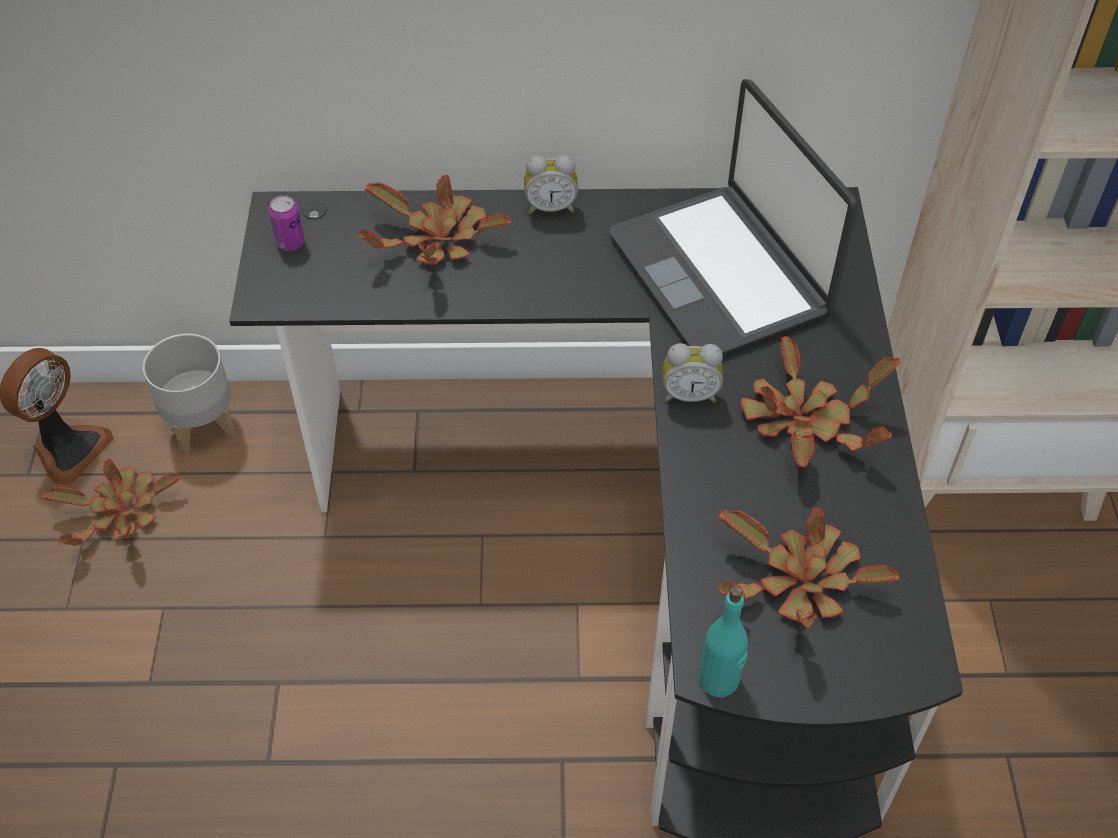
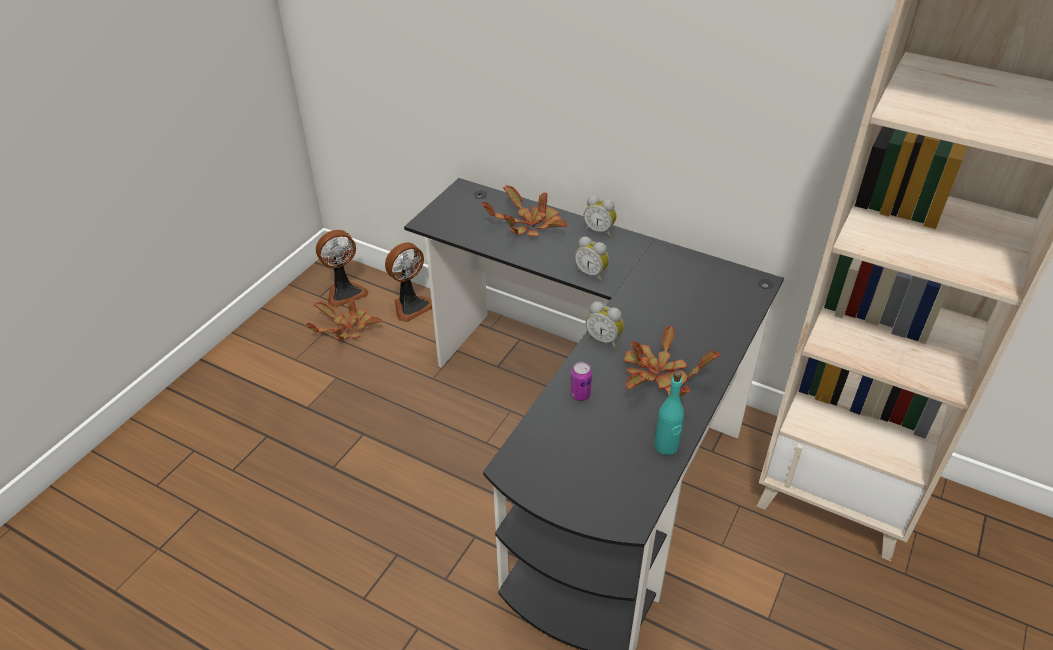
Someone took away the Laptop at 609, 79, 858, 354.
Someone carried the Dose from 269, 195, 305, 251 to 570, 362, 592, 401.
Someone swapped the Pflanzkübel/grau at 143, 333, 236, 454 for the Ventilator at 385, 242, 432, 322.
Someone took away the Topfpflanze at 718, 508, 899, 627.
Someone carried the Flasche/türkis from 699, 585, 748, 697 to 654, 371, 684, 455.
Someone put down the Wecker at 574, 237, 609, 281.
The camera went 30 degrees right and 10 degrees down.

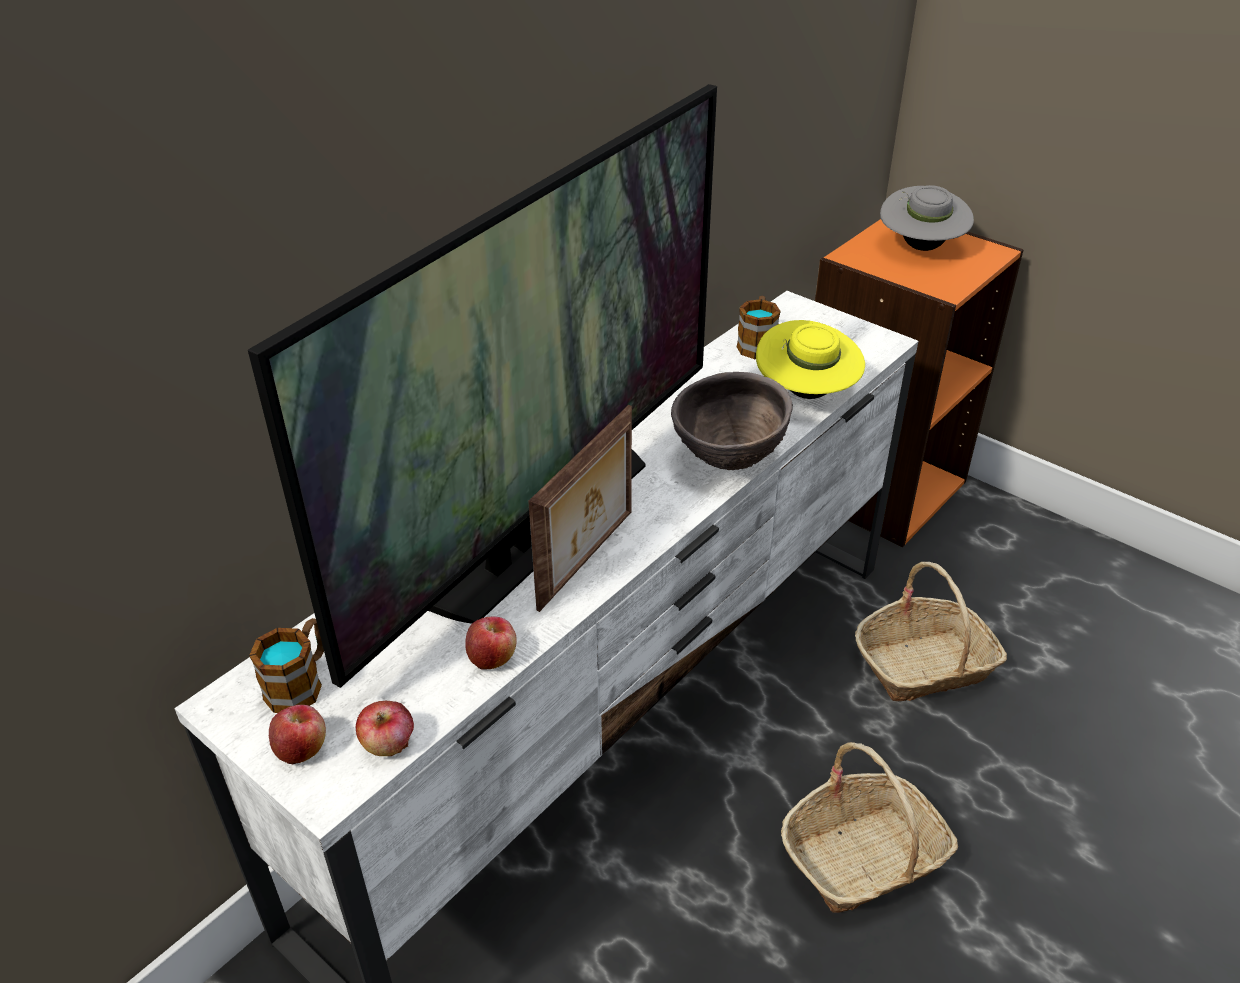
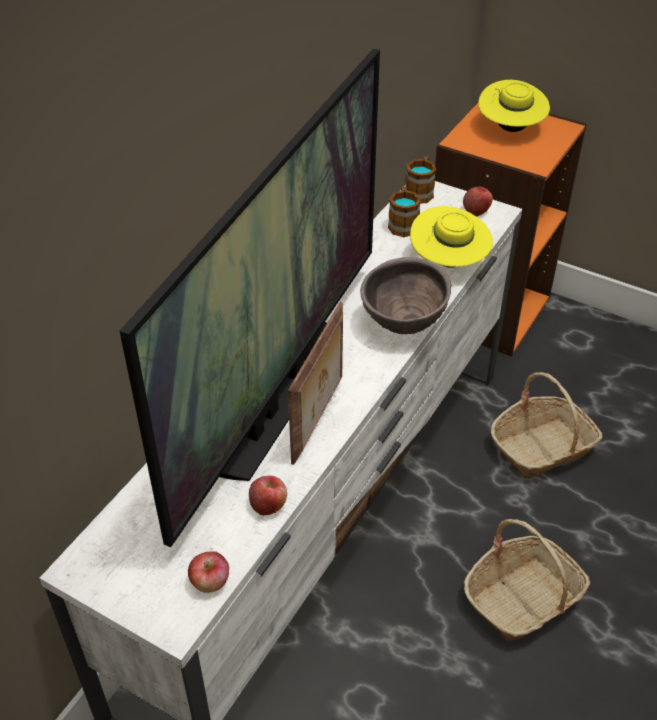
Someone repainted the Hut/grau at 880, 185, 974, 251, which became the Hut/gelb at 478, 80, 550, 132.
Someone carried the Henkelbecher from 249, 618, 324, 713 to 406, 156, 436, 204.
Someone carried the Apfel from 269, 705, 326, 764 to 463, 187, 493, 217.
The camera went 10 degrees left and 5 degrees up.

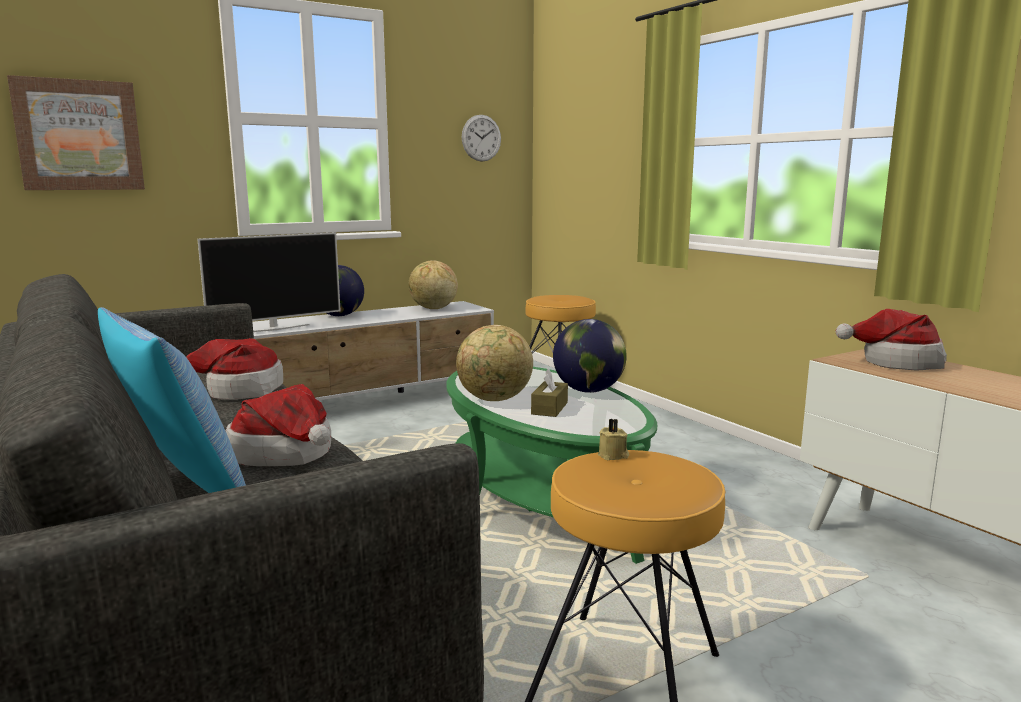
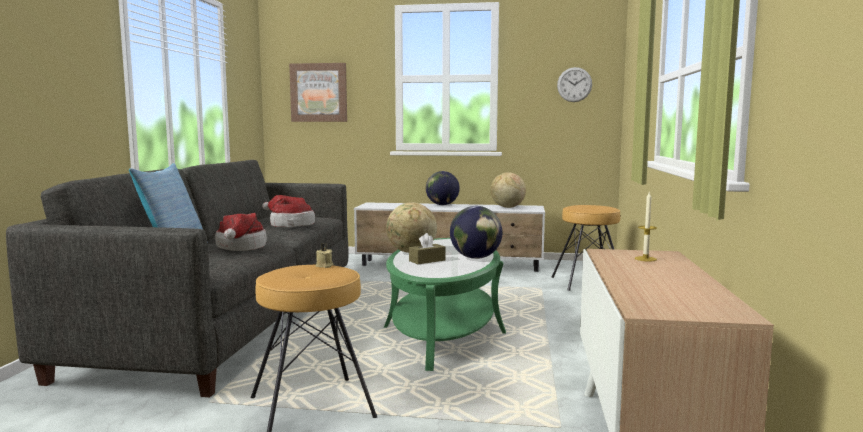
Someone took away the Fernseher at 197, 232, 341, 332.
Someone swapped the Hut at 836, 309, 947, 370 for the Kerze at 635, 191, 657, 262.
The camera went 40 degrees right and 5 degrees down.

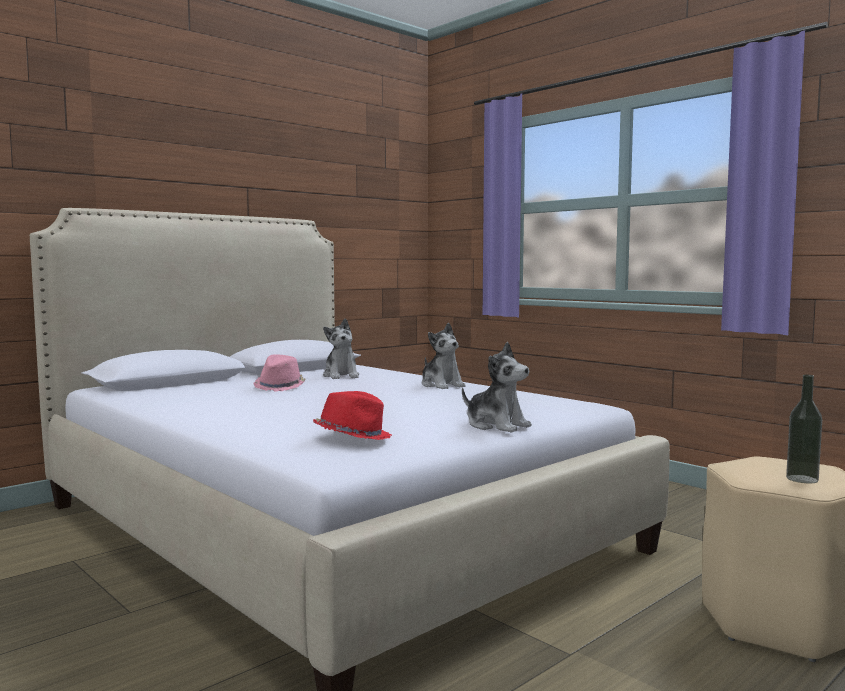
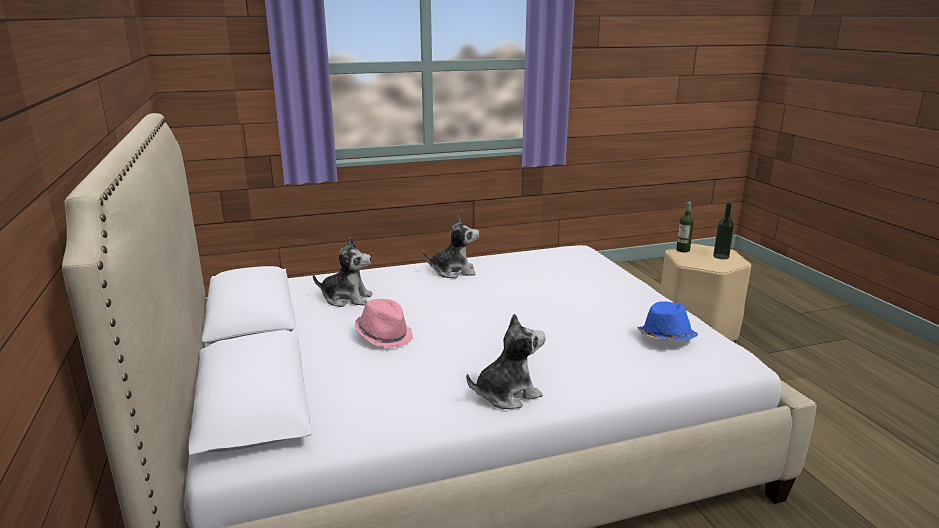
Someone carried the Plüschtier from 462, 342, 532, 433 to 467, 313, 545, 409.
Someone repainted the Hut/rot at 313, 391, 391, 440, which became the Hut/blau at 637, 301, 698, 341.
Someone put down the Flasche at 676, 202, 694, 252.
The camera went 65 degrees left and 15 degrees up.

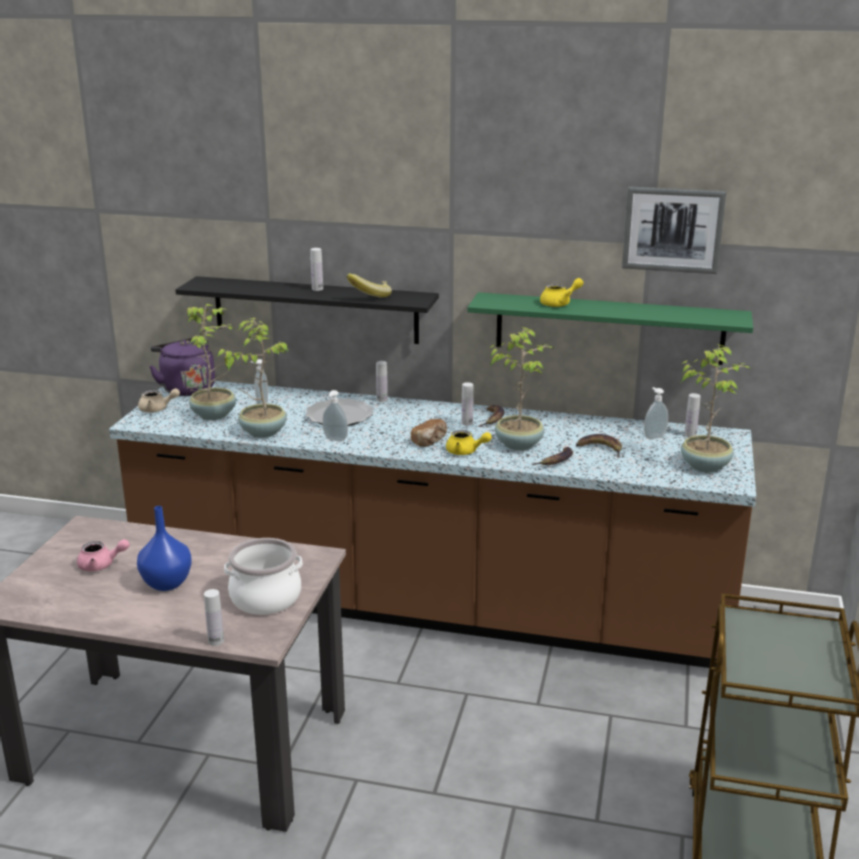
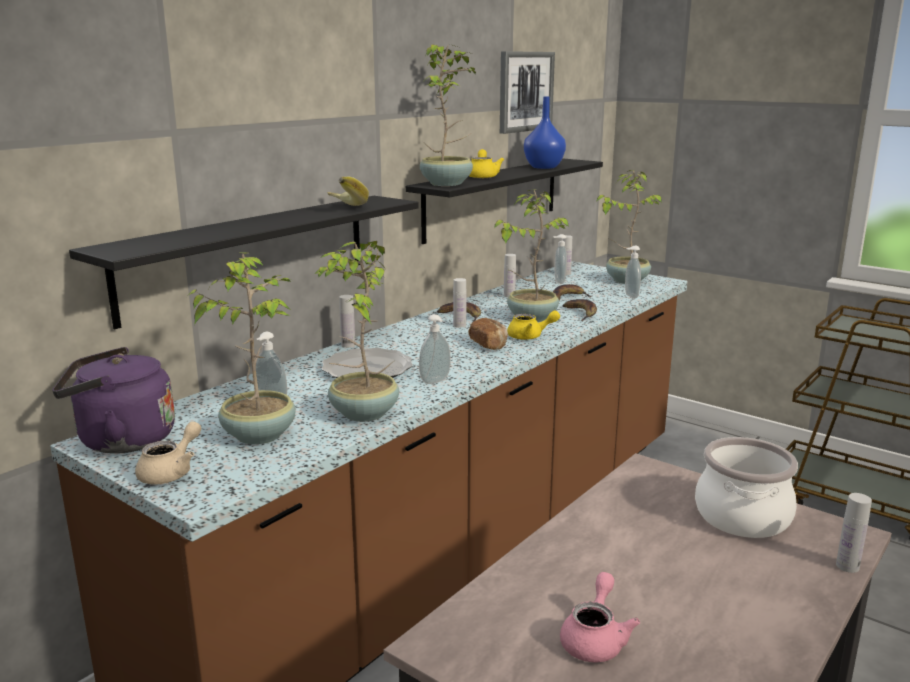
Someone carried the Flasche/weiß from 310, 248, 323, 291 to 504, 254, 516, 297.
Someone repainted the Wandregal/grün at 467, 292, 753, 365, which became the Wandregal/schwarz at 406, 159, 603, 244.
Someone rotated the Teekanne/gelb at 446, 430, 492, 455 by 45 degrees clockwise.
Someone carried the Vase/blau from 137, 506, 192, 591 to 524, 96, 566, 169.
Someone put down the Topfpflanze at 420, 44, 477, 186.
Someone put down the Seifenspender at 625, 246, 641, 298.
The camera went 65 degrees left and 5 degrees down.

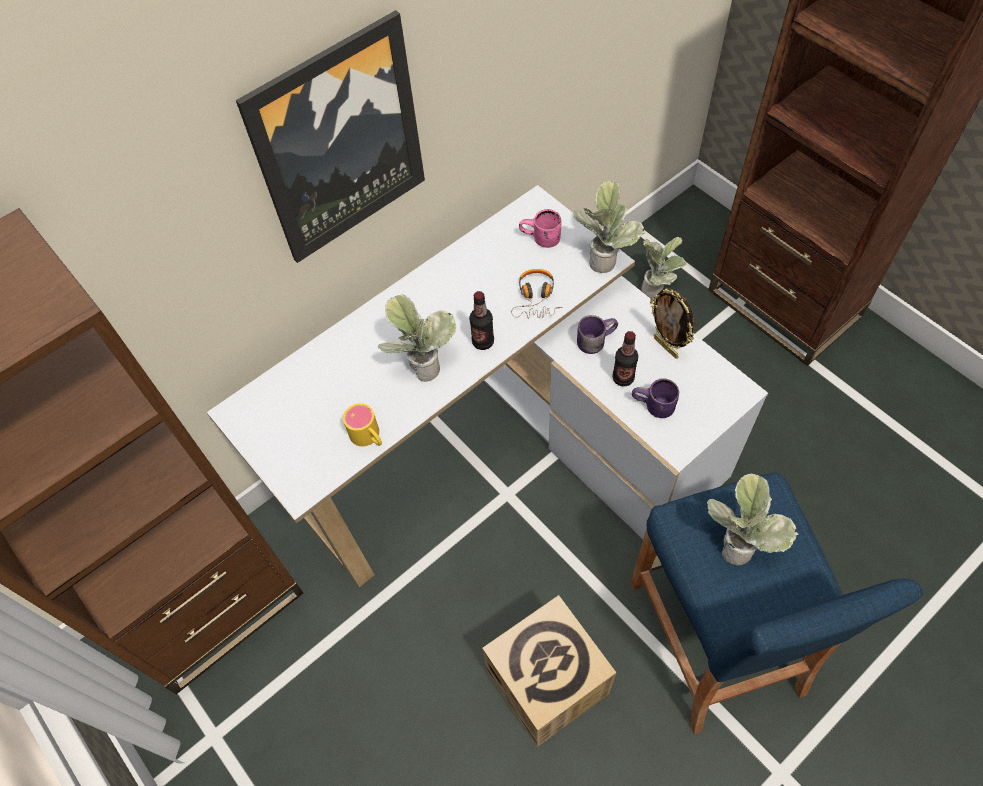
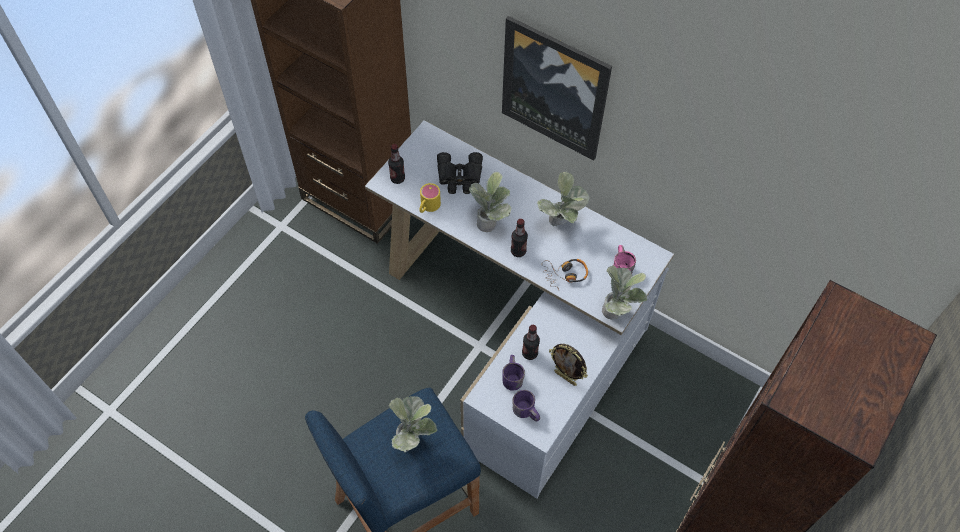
Someone carried the Topfpflanze from 641, 237, 687, 298 to 537, 172, 589, 226.
Someone rotated the Bilderrahmen at 650, 288, 694, 358 by 90 degrees counterclockwise.
Someone carried the Henkelbecher/lila from 577, 315, 618, 354 to 512, 390, 540, 422.
Someone took away the Karton at 482, 595, 616, 747.
Someone put down the Flasche at 388, 144, 405, 184.
Someone put down the Fernglas/schwarz at 437, 152, 483, 194.
The camera went 70 degrees right and 0 degrees up.

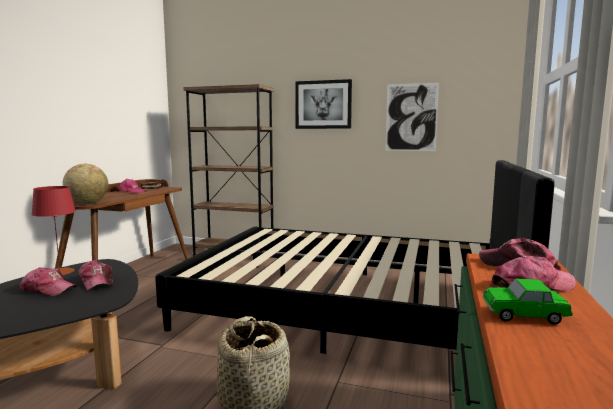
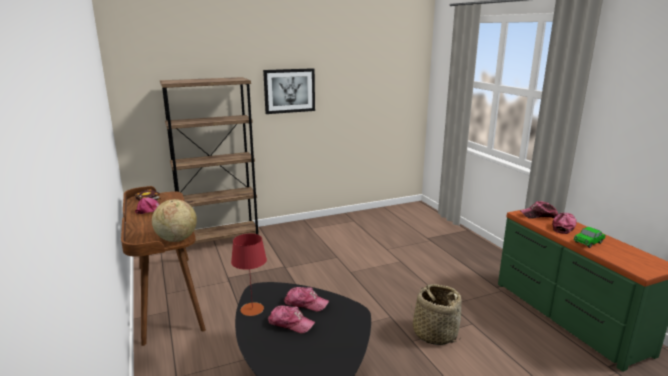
Someone took away the Bild at 385, 83, 439, 151.
Someone took away the Bett/schwarz at 155, 160, 555, 354.
Someone rotated the Kappe at 20, 267, 77, 296 by 45 degrees clockwise.
The camera went 40 degrees left and 10 degrees up.

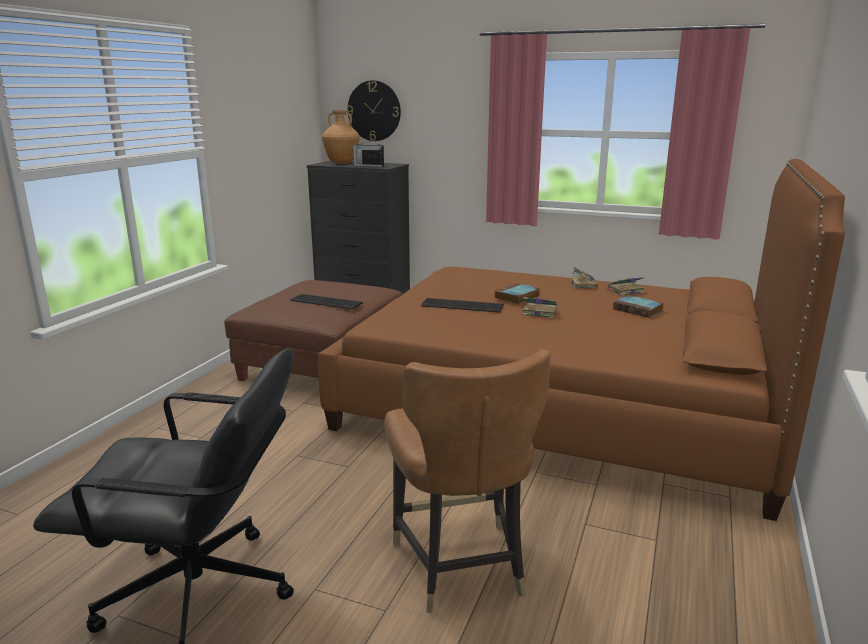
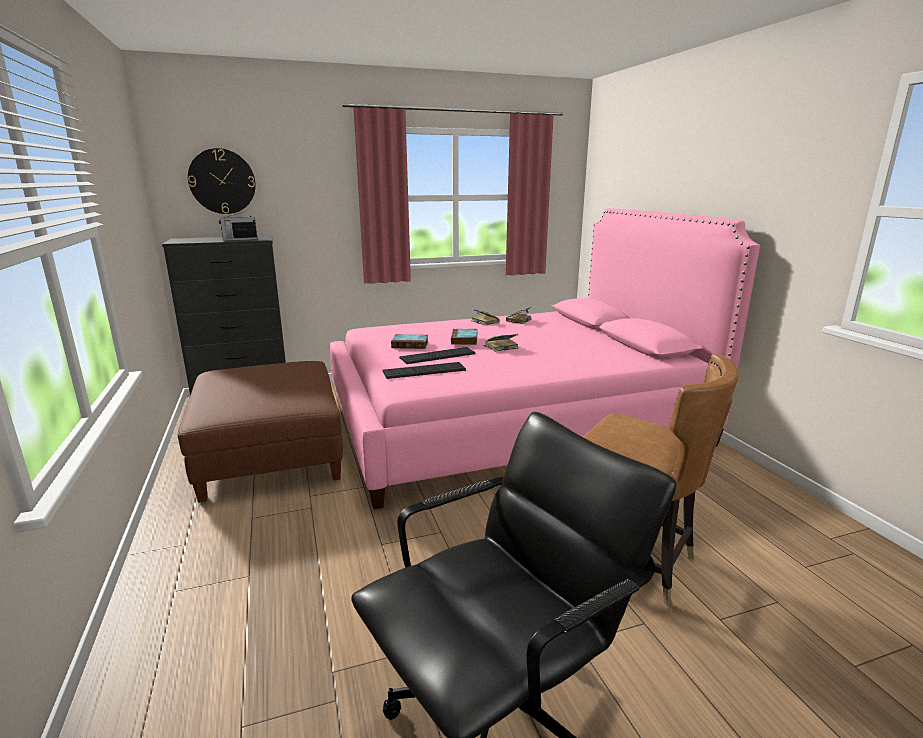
Someone took away the Vase/braun at 322, 110, 360, 164.
Someone repainted the Bett/braun at 318, 159, 845, 521, which became the Bett/rosa at 330, 208, 760, 510.
Someone carried the Tastatur from 290, 294, 363, 309 to 382, 362, 466, 379.
Someone carried the Buch from 613, 295, 664, 318 to 391, 334, 428, 349.
The camera went 40 degrees left and 0 degrees up.

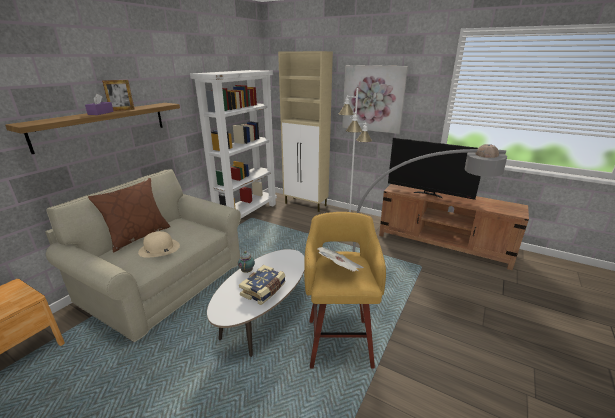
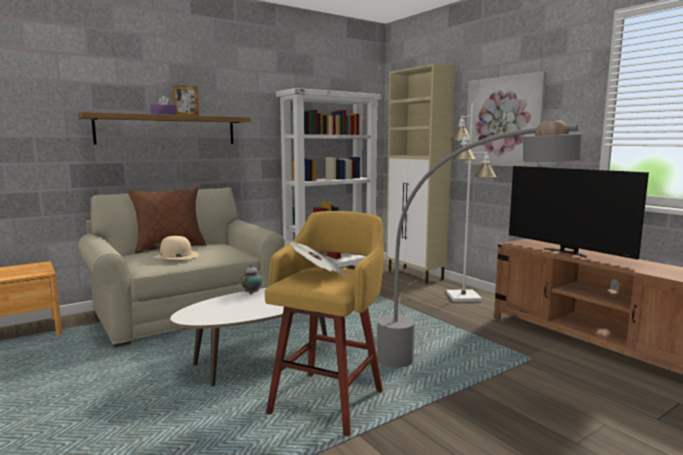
Someone took away the Buch at 239, 265, 286, 305.
The camera went 25 degrees right and 15 degrees down.

